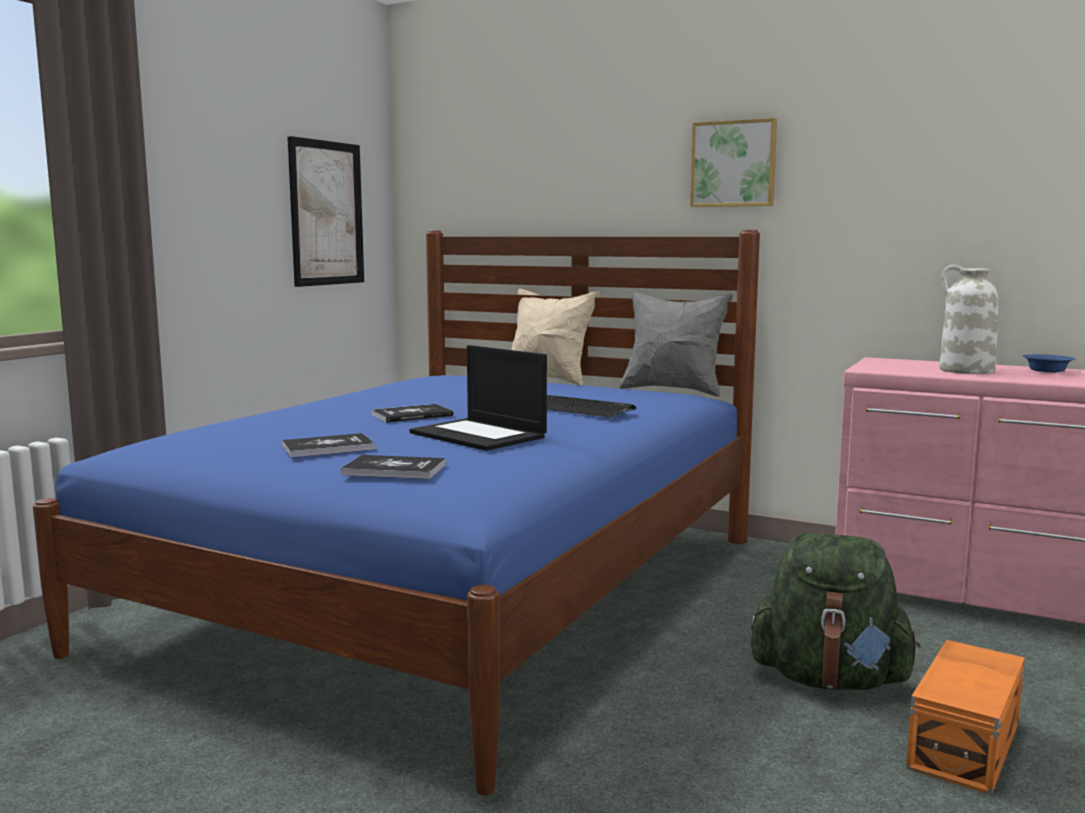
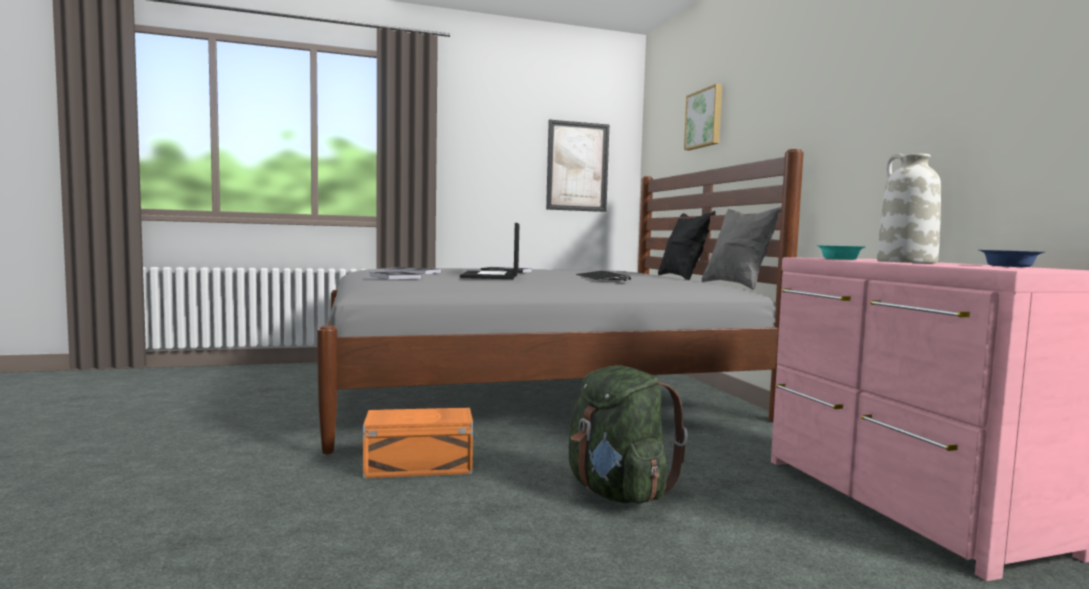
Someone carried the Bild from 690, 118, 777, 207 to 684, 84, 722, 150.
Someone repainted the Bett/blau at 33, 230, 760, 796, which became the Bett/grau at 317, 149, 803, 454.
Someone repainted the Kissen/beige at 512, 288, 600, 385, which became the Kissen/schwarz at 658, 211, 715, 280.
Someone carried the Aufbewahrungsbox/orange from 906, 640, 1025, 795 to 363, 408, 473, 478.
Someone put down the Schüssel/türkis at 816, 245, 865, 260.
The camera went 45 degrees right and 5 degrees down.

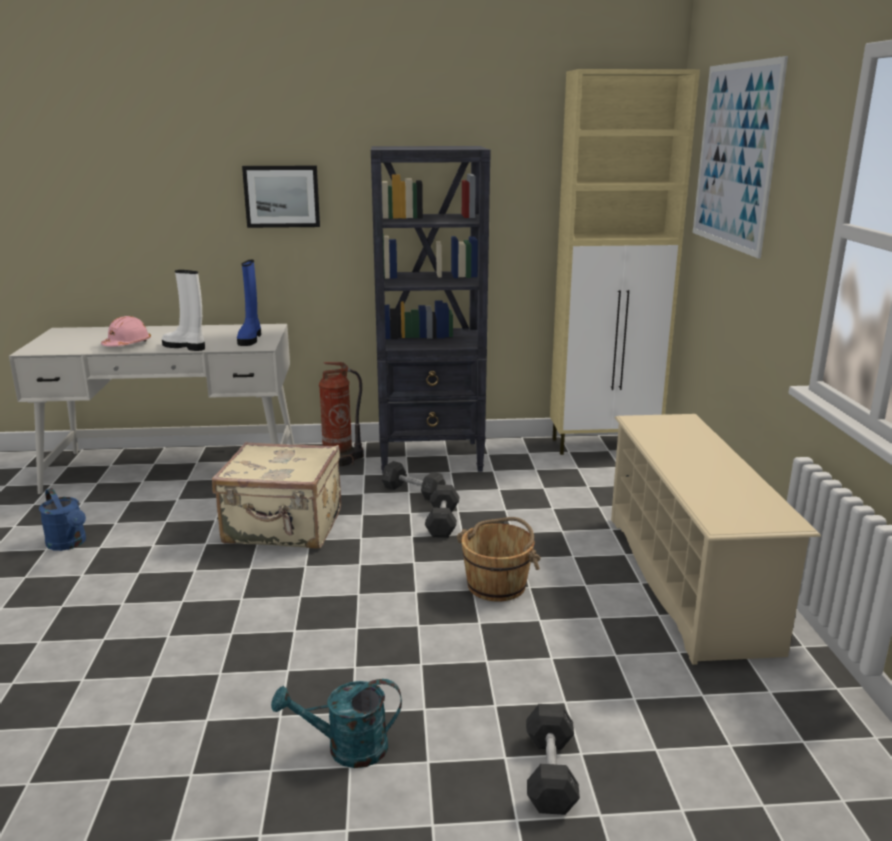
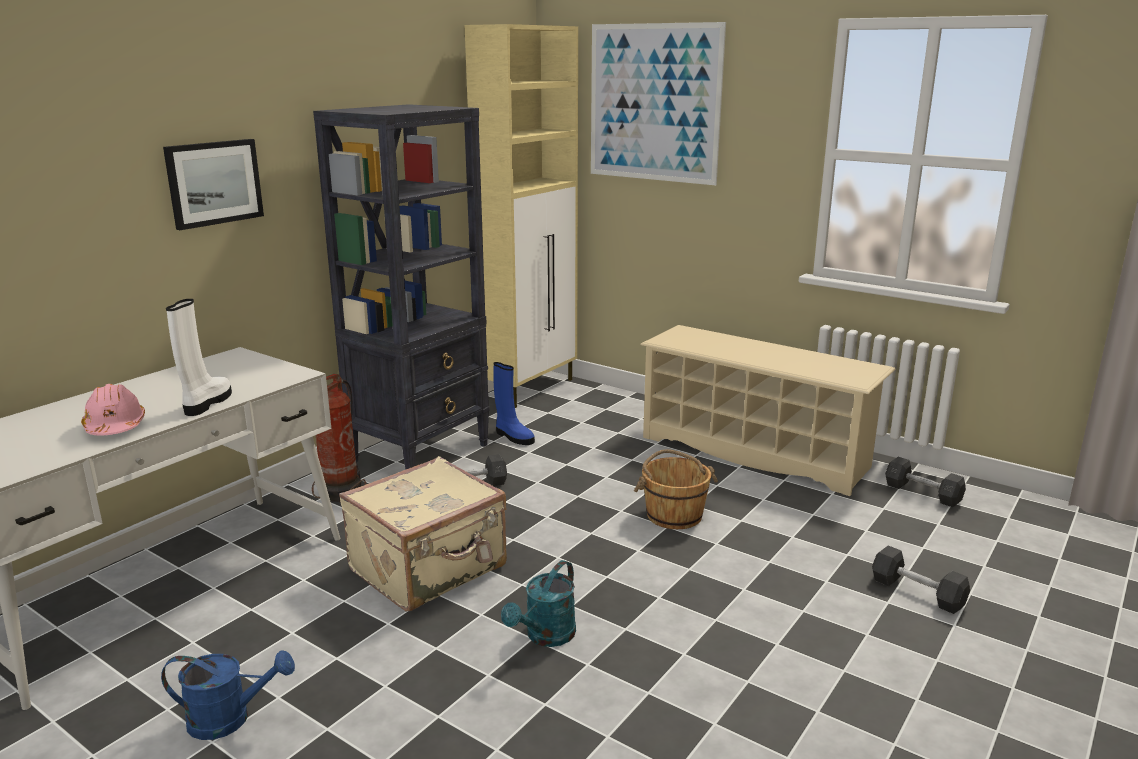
Someone carried the Stiefel/blau from 237, 260, 261, 346 to 493, 362, 535, 445.
Someone rotated the Stiefel/weiß at 162, 270, 205, 351 by 120 degrees clockwise.
Someone carried the Hantel/grau from 425, 485, 459, 538 to 885, 457, 966, 507.
Someone carried the Gießkanne/türkis from 271, 679, 402, 768 to 501, 560, 576, 647.
The camera went 50 degrees left and 0 degrees up.

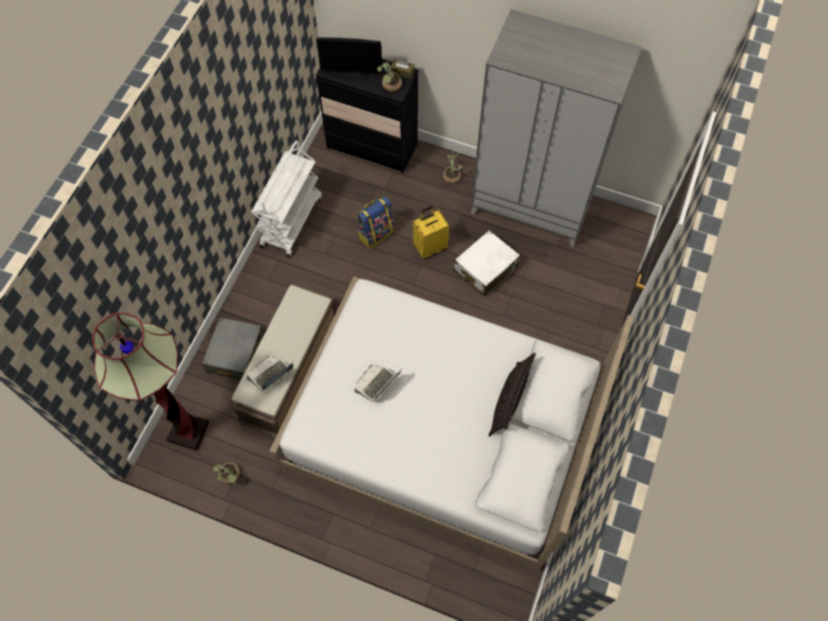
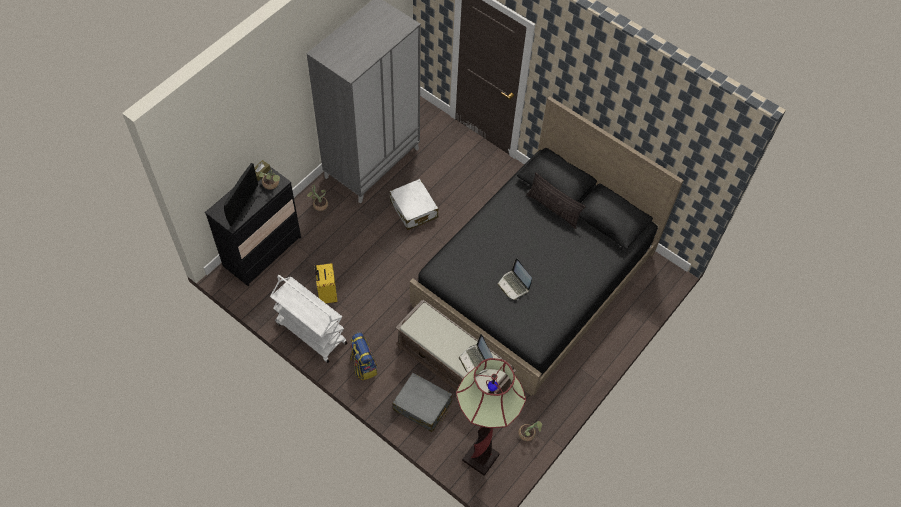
Someone carried the Rucksack from 357, 196, 394, 249 to 350, 332, 377, 381.
Someone carried the Koffer/gelb from 413, 206, 449, 259 to 315, 263, 337, 303.
Someone repainted the Bett/weiß at 269, 277, 634, 572, which became the Bett/schwarz at 410, 96, 684, 396.
The camera went 75 degrees left and 5 degrees down.

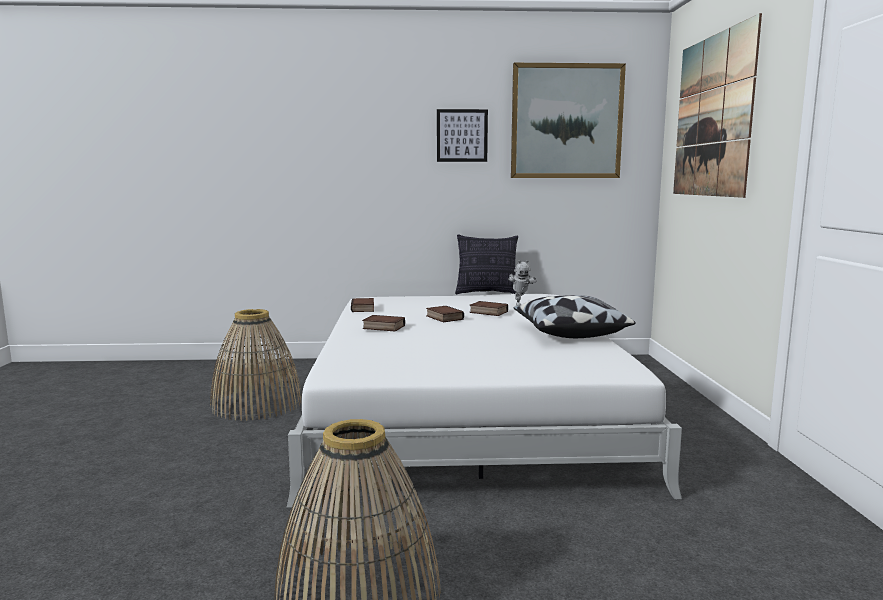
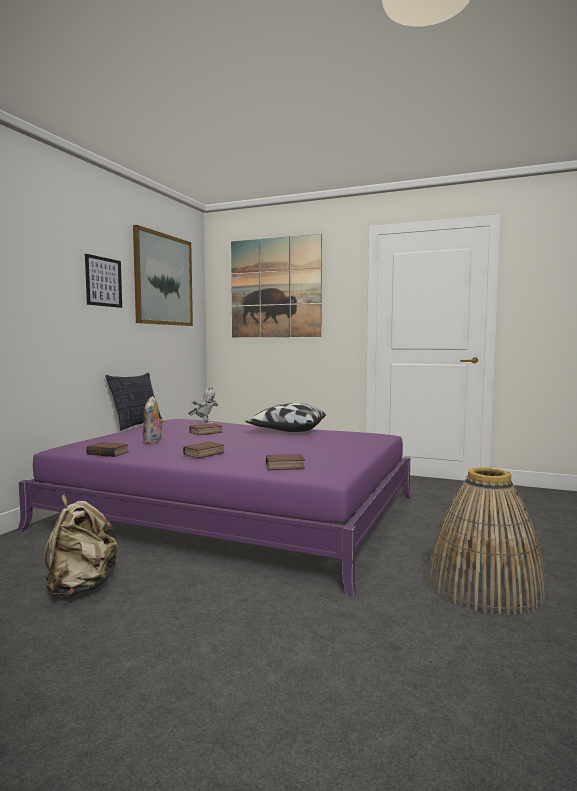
Someone repainted the Bett/weiß at 287, 294, 682, 508, which became the Bett/lila at 17, 419, 412, 597.
Someone carried the Buch from 426, 306, 464, 322 to 266, 454, 305, 470.
Someone swapped the Korb at 210, 309, 302, 421 for the Rucksack/beige at 44, 494, 120, 597.
Someone put down the Plüschtier at 143, 396, 163, 444.
The camera went 65 degrees left and 5 degrees down.

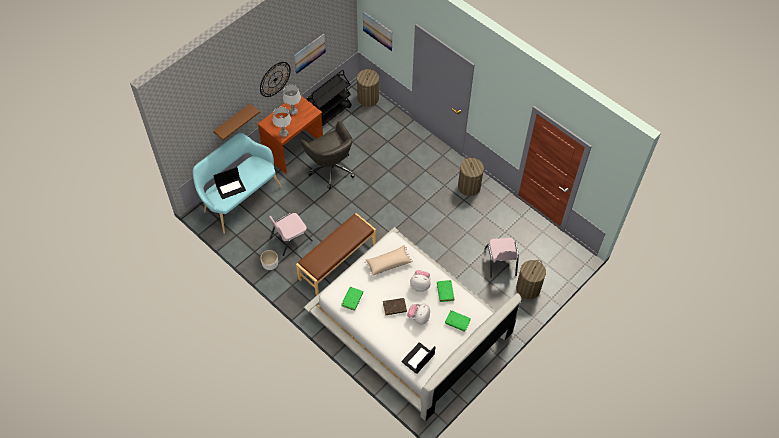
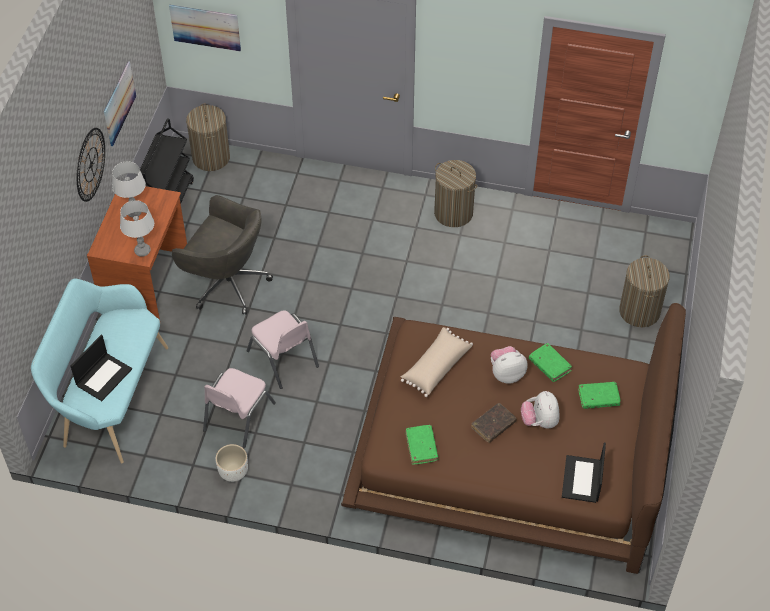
Someone took away the Wandregal/braun at 213, 104, 260, 140.
Someone took away the Bank/braun at 296, 213, 376, 296.
Someone repainted the Bett/weiß at 304, 227, 521, 421, which became the Bett/braun at 341, 303, 686, 574.
Someone carried the Stuhl/rosa from 484, 238, 519, 278 to 246, 310, 319, 389.
The camera went 30 degrees left and 5 degrees down.

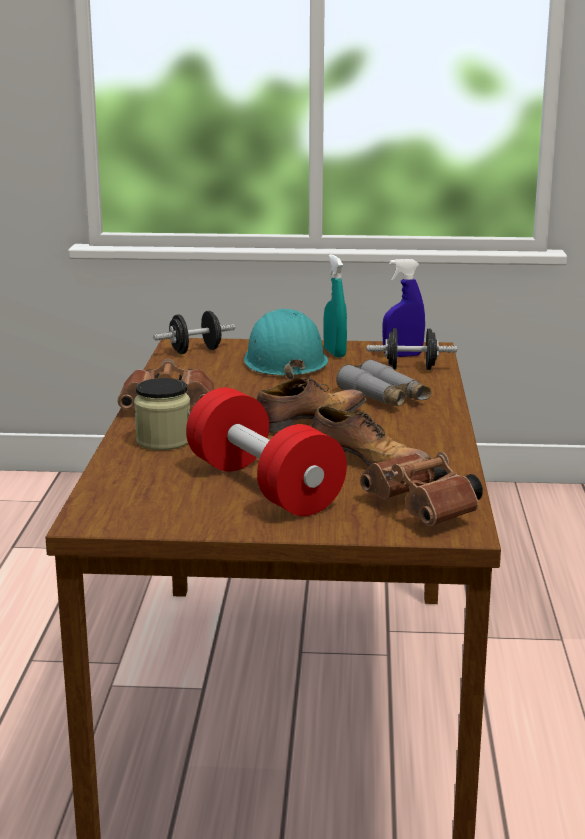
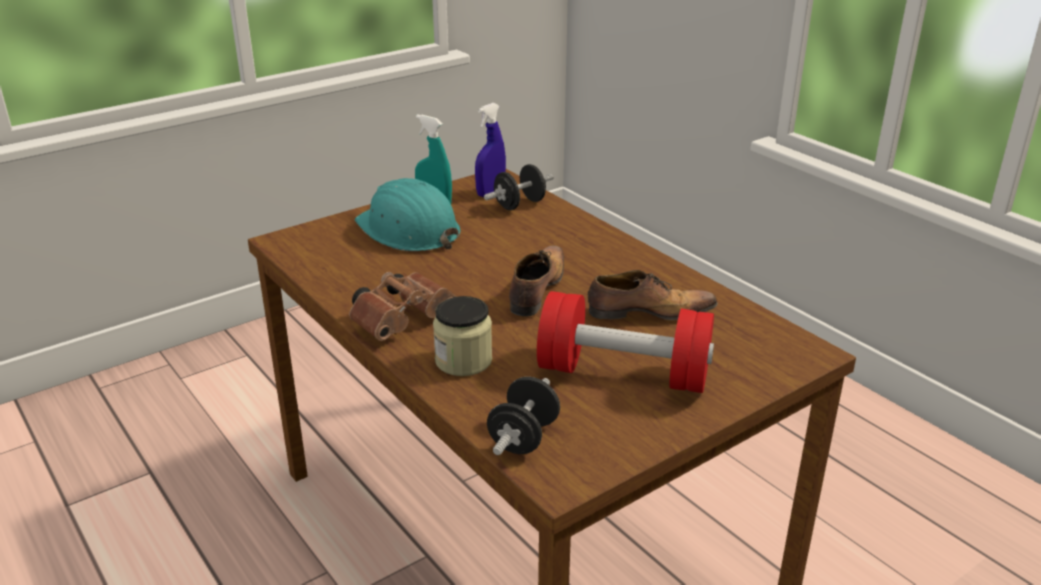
Someone carried the Hantel/schwarz from 153, 311, 235, 354 to 487, 377, 560, 455.
Someone took away the Fernglas/grau at 336, 359, 431, 407.
Someone took away the Fernglas/braun at 360, 452, 483, 526.
The camera went 40 degrees left and 10 degrees up.

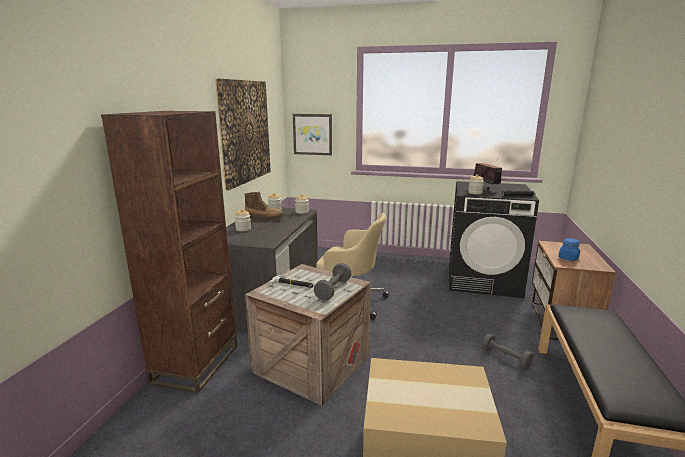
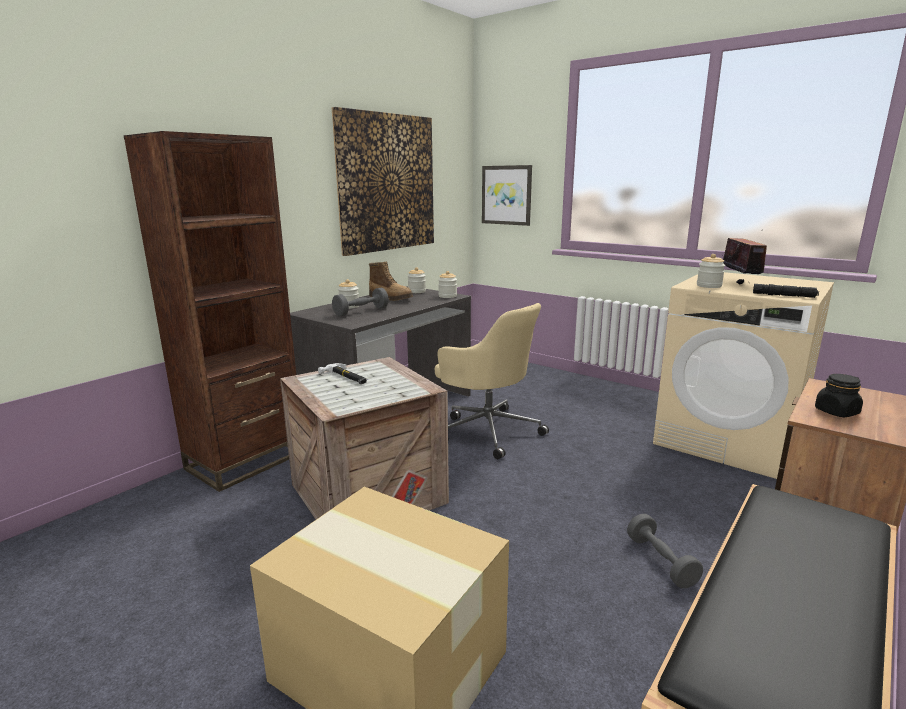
Someone repainted the Waschmaschine/schwarz at 449, 181, 539, 298, which became the Waschmaschine/beige at 653, 272, 834, 479.
Someone repainted the Vorratsglas/blau at 558, 238, 580, 261, which became the Vorratsglas/schwarz at 815, 374, 863, 418.
Someone carried the Hantel/grau from 314, 263, 351, 301 to 332, 288, 389, 316.
The camera went 25 degrees right and 0 degrees up.

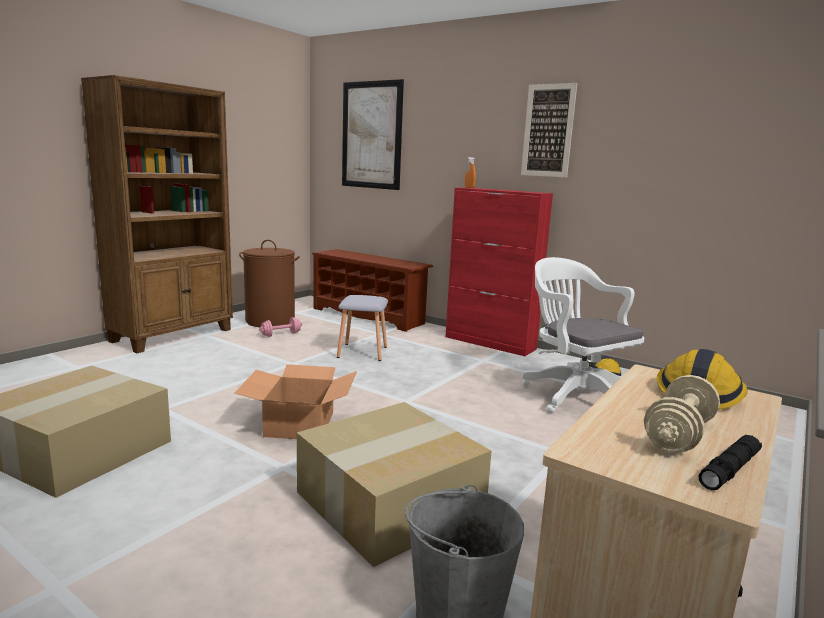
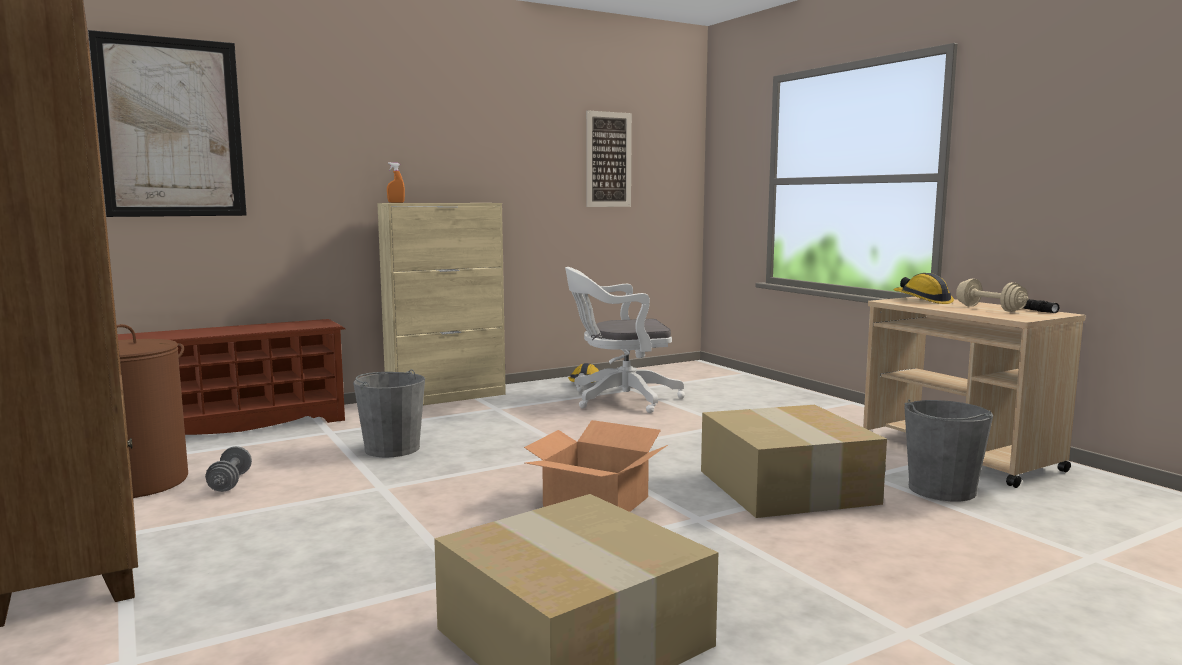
Someone carried the Bild from 521, 83, 577, 177 to 586, 110, 632, 207.
Someone repainted the Schrank/rot at 445, 188, 553, 356, which became the Schrank/beige at 377, 203, 506, 405.
Someone swapped the Hocker/grau at 337, 295, 388, 361 for the Eimer/grau at 353, 369, 425, 458.
Someone repainted the Hantel/rosa at 259, 317, 302, 337, which became the Hantel/grau at 205, 446, 252, 492.
The camera went 65 degrees left and 5 degrees down.

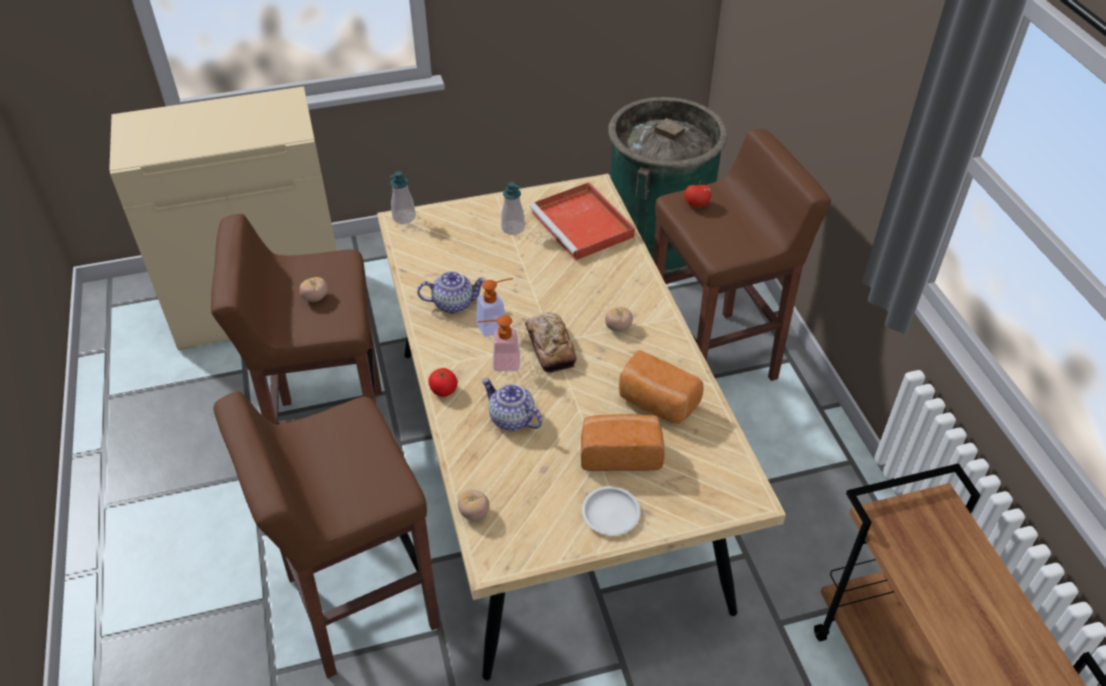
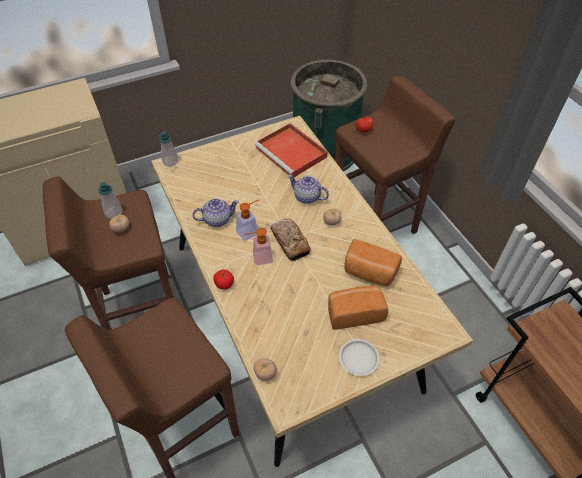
Someone carried the Seifenspender from 501, 182, 525, 235 to 98, 182, 122, 219.
Someone carried the Teekanne from 482, 378, 543, 431 to 288, 175, 329, 204.
The camera went 10 degrees left and 5 degrees up.

